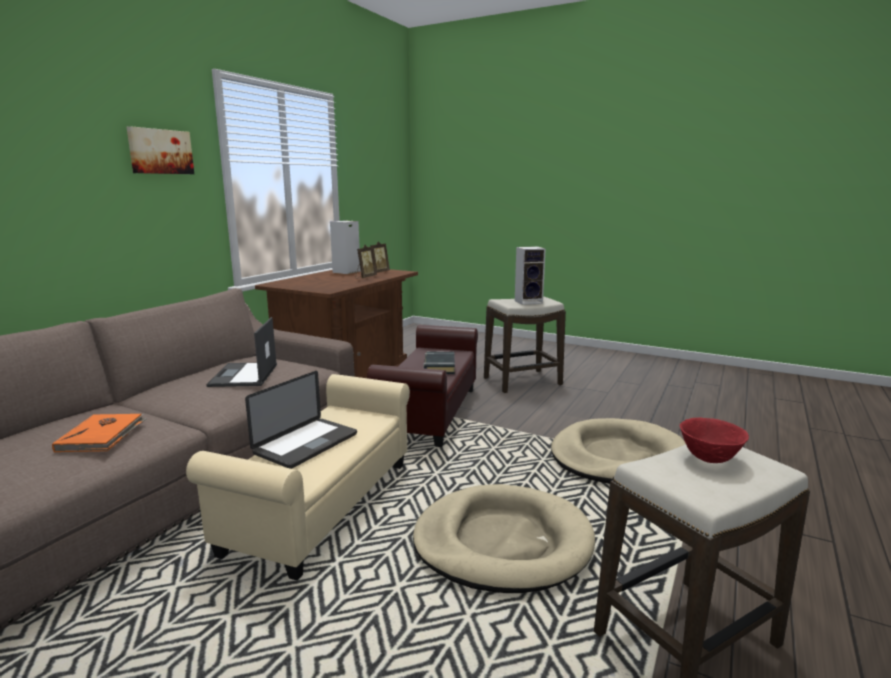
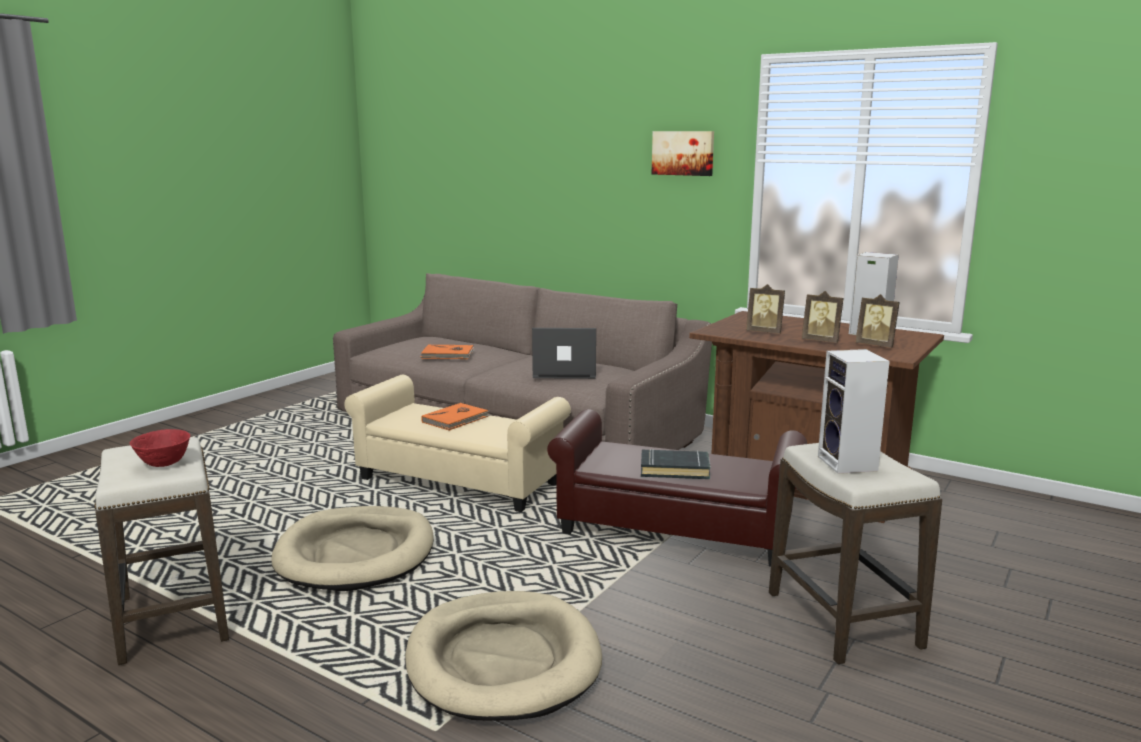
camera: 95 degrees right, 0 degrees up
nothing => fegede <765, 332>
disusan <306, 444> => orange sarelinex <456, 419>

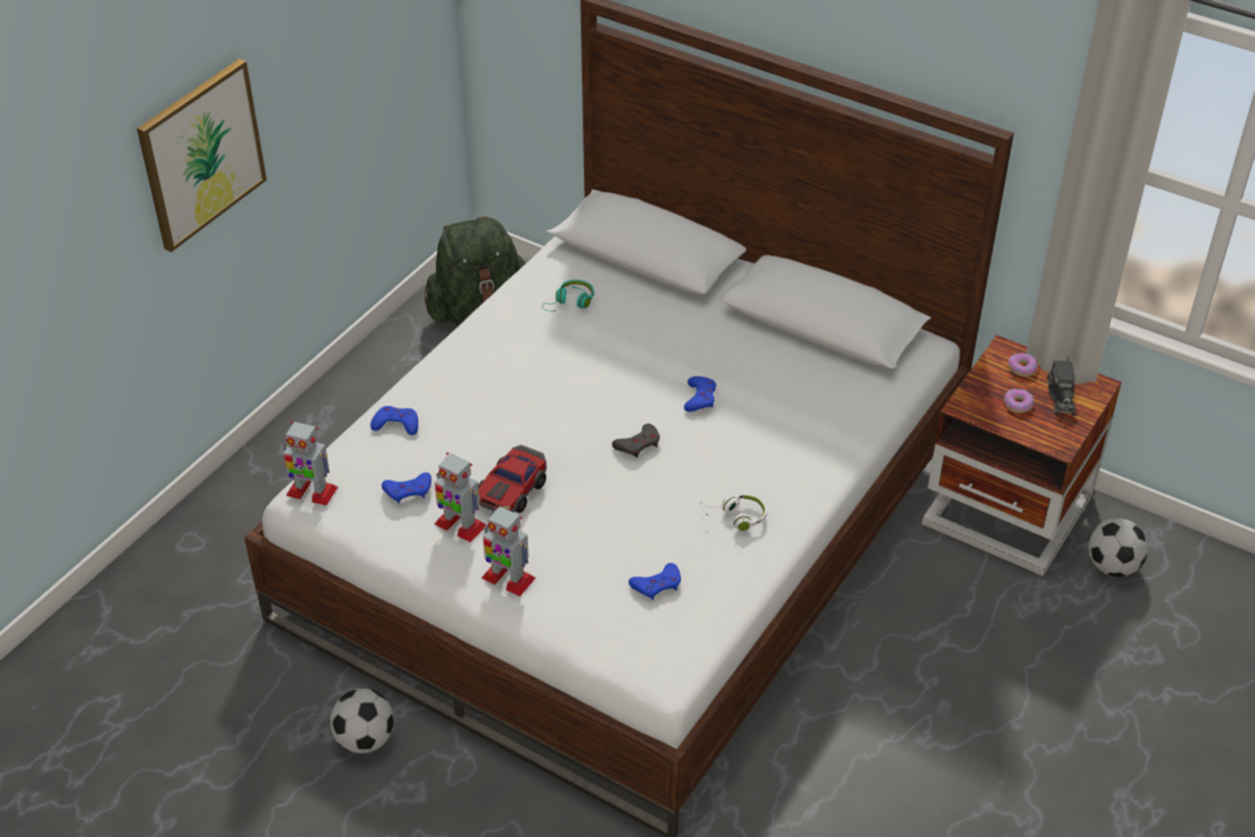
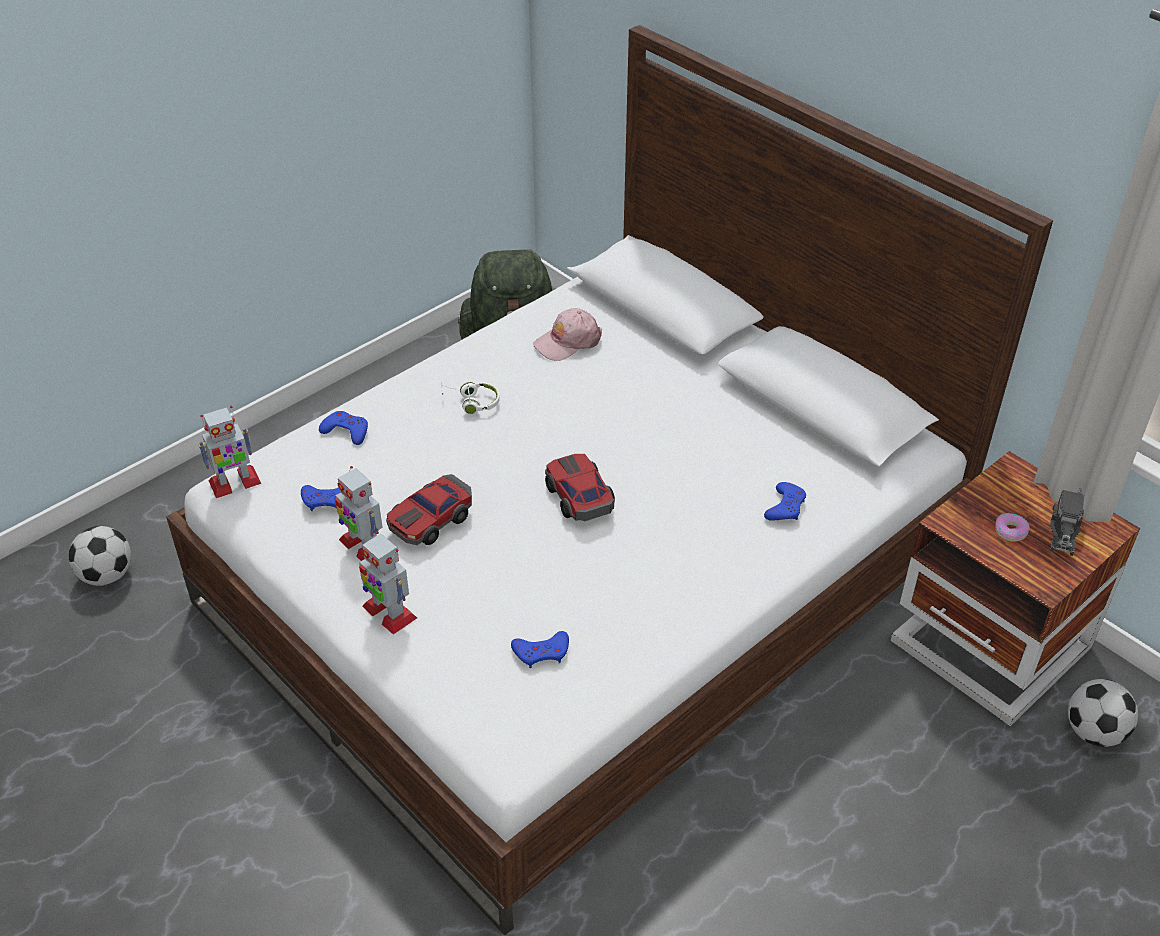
camera: 15 degrees right, 0 degrees up
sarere <201, 154> => nothing
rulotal <1022, 368> => nothing
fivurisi <365, 739> => fivurisi <107, 575>, shifted
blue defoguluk <700, 397> => blue defoguluk <785, 506>, shifted
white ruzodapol <736, 517> => white ruzodapol <471, 402>, shifted
turquoise ruzodapol <570, 303> => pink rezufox <568, 342>
grey defoguluk <638, 444> => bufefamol <579, 497>
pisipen <311, 491> => pisipen <234, 482>, 60 degrees counterclockwise

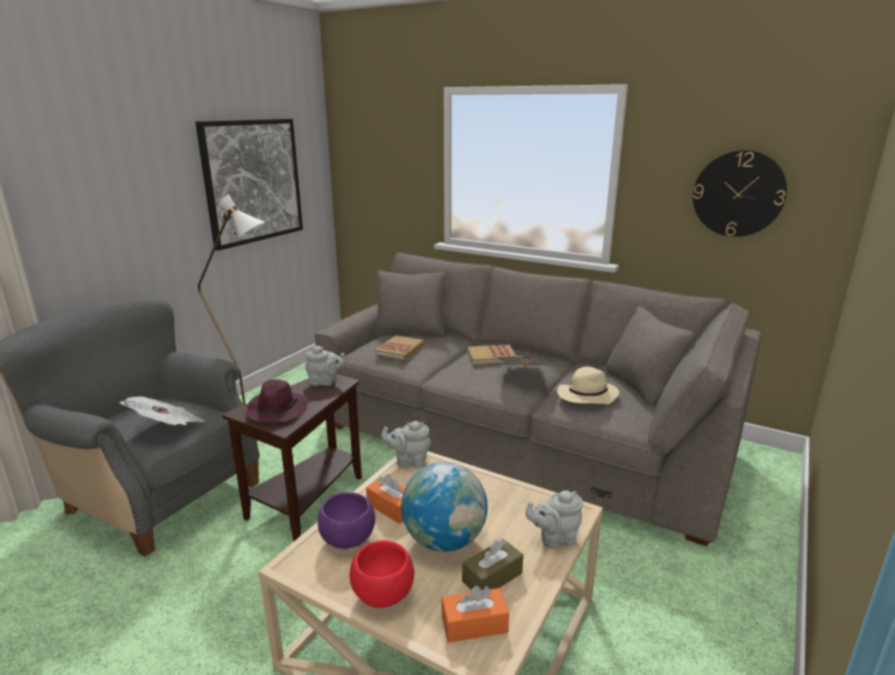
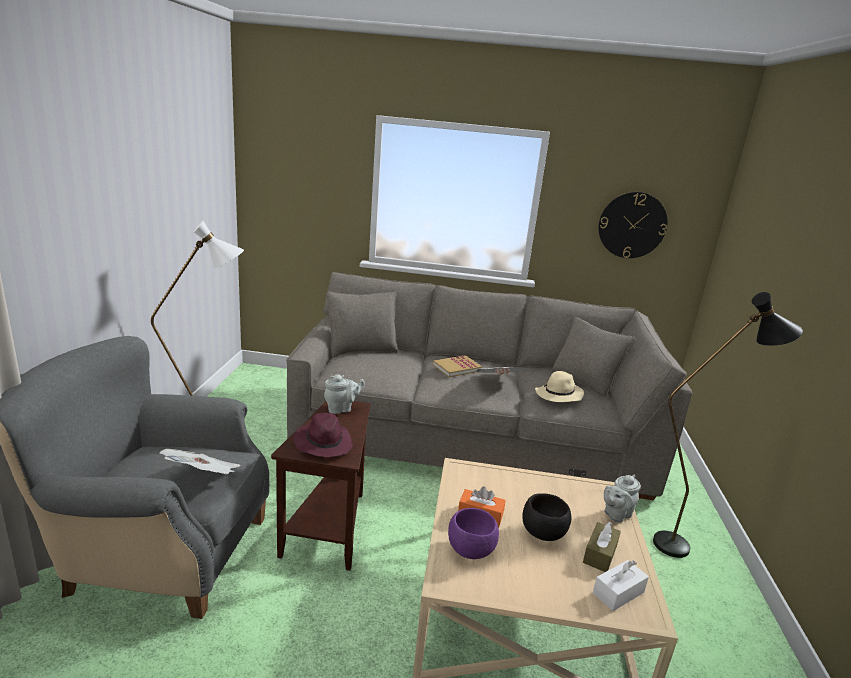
camera: 25 degrees left, 0 degrees up
sarere <253, 181> => nothing
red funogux <383, 595> => nothing
sarelinex <400, 349> => nothing
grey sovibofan <409, 461> => nothing
nothing => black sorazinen <683, 545>
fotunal <444, 540> => black funogux <543, 533>
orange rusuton <474, 624> => white rusuton <618, 593>

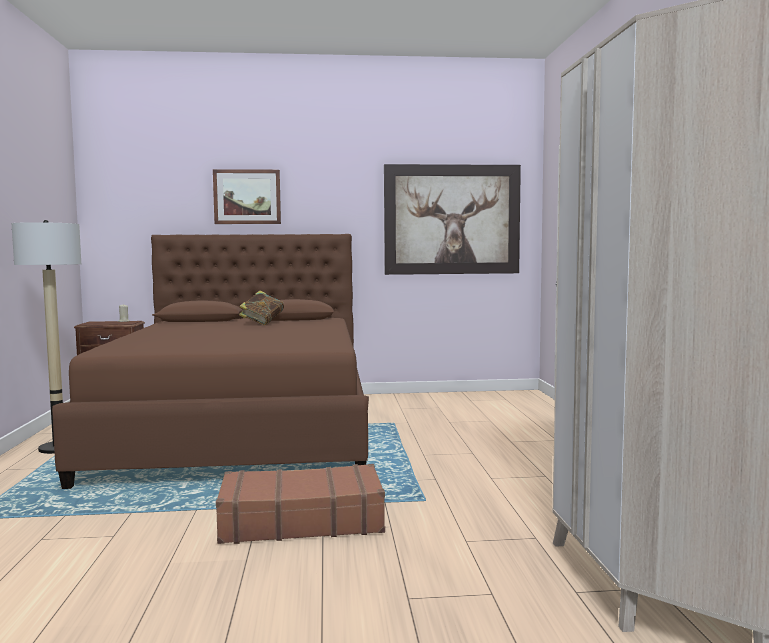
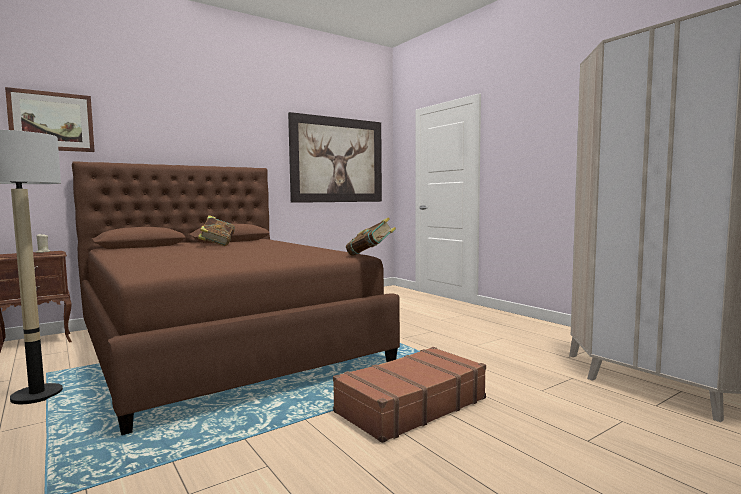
camera: 30 degrees left, 0 degrees up
nothing => sarelinex <370, 255>
sarere <247, 197> => sarere <52, 121>, shifted

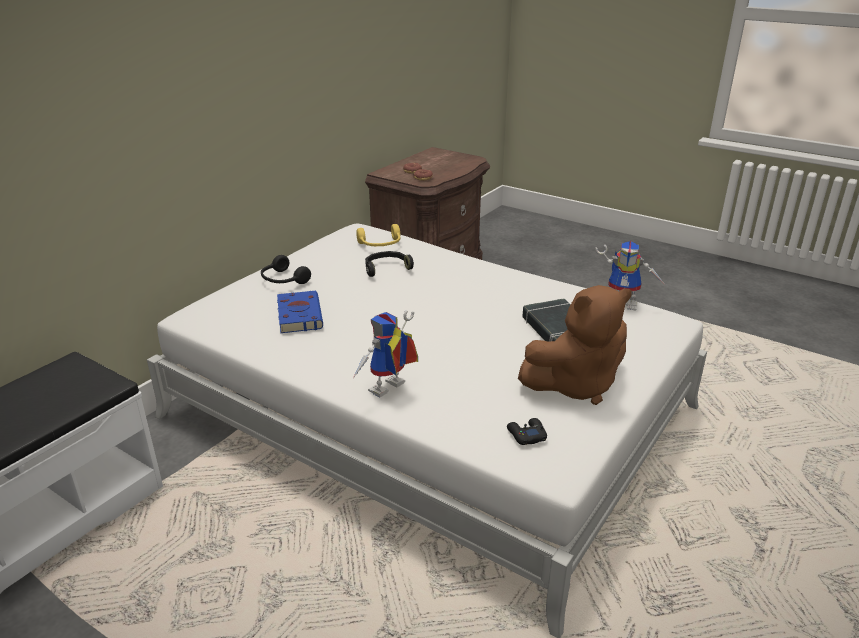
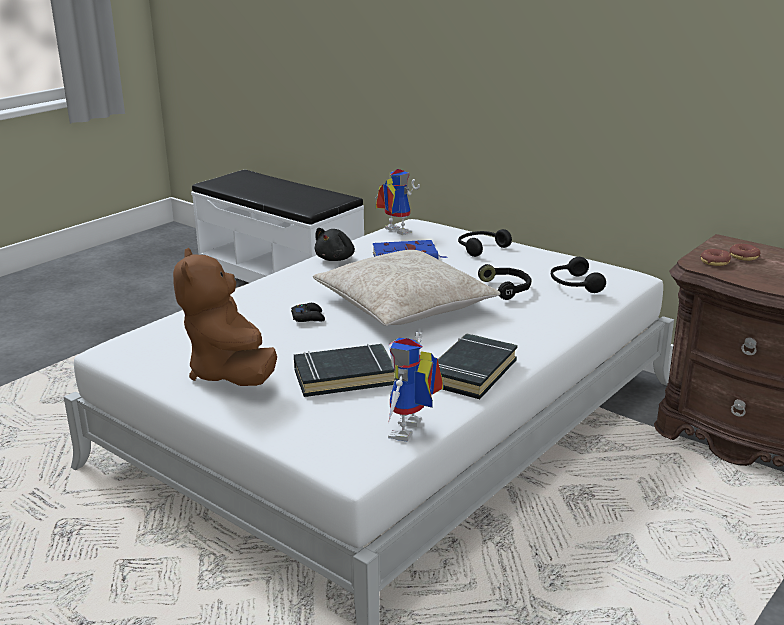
camera: 95 degrees right, 5 degrees down
nothing => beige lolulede <404, 305>
nothing => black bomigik <336, 259>
nothing => black sarelinex <471, 372>
pisipen <388, 391> => pisipen <393, 231>, shifted
black defoguluk <526, 435> => black defoguluk <308, 317>, shifted
yellow ruzodapol <380, 245> => black ruzodapol <573, 285>

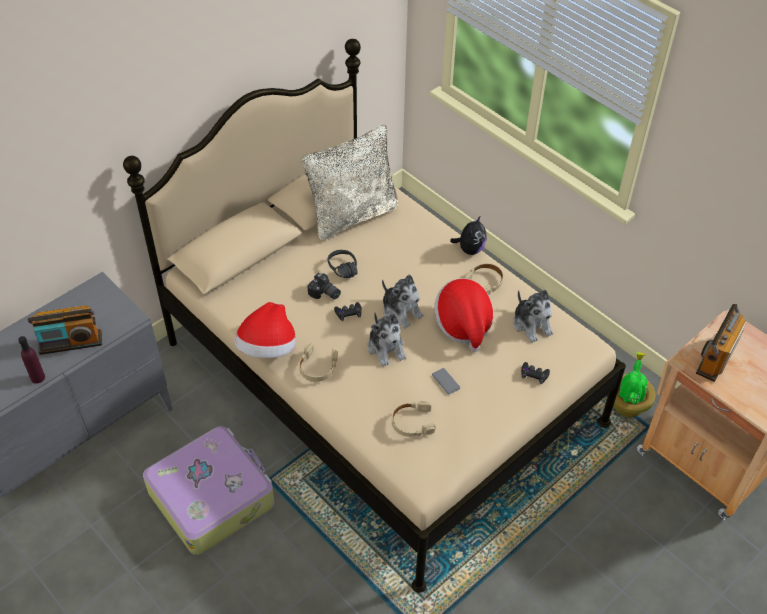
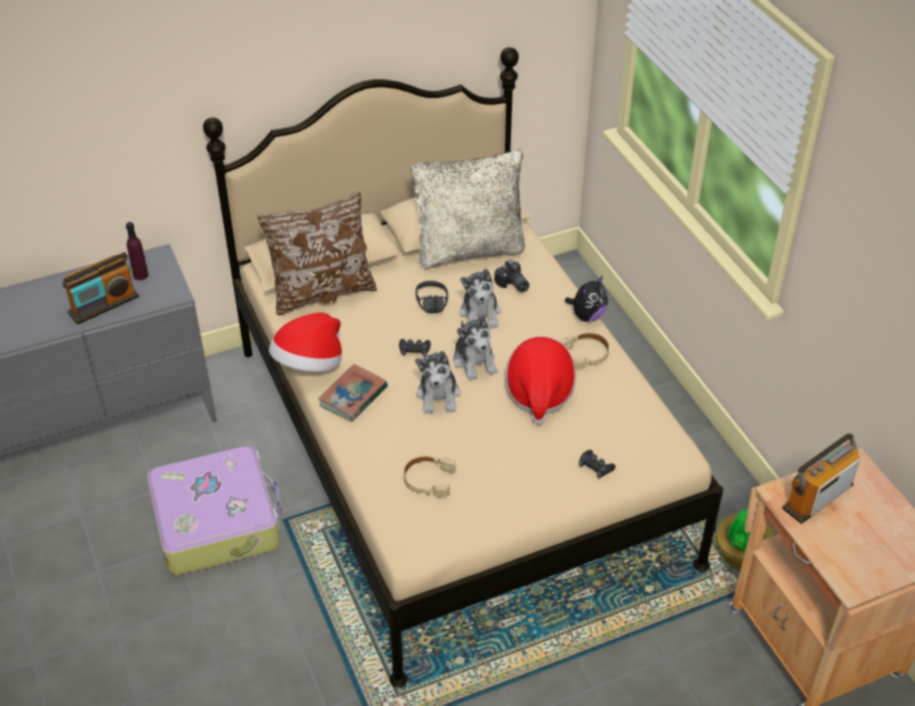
camera: 20 degrees right, 5 degrees down
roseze <446, 381> => nothing
nothing => brown lolulede <323, 294>
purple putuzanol <38, 377> => purple putuzanol <141, 275>, shifted
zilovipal <324, 294> => zilovipal <512, 285>, shifted
bomigik <531, 325> => bomigik <480, 314>, shifted
beige ruzodapol <317, 367> => sarelinex <353, 396>
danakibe <70, 343> => danakibe <104, 305>, 45 degrees counterclockwise

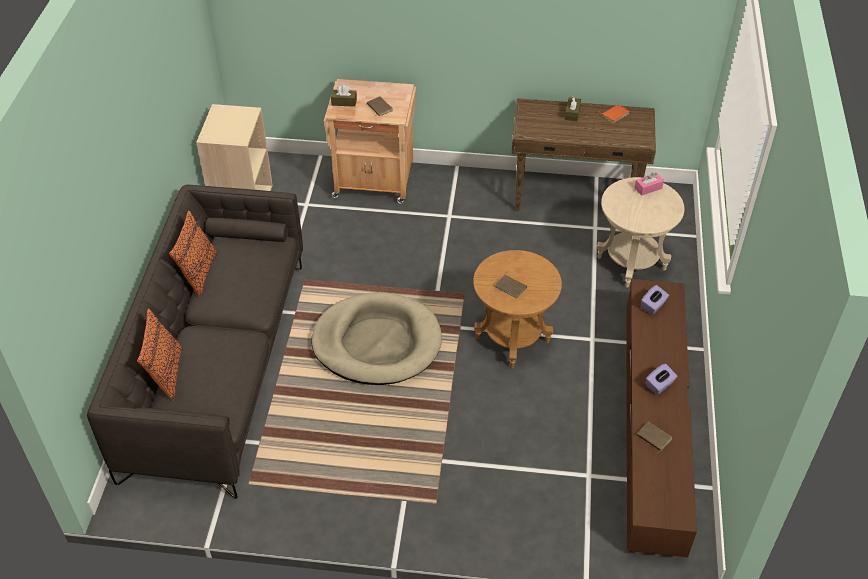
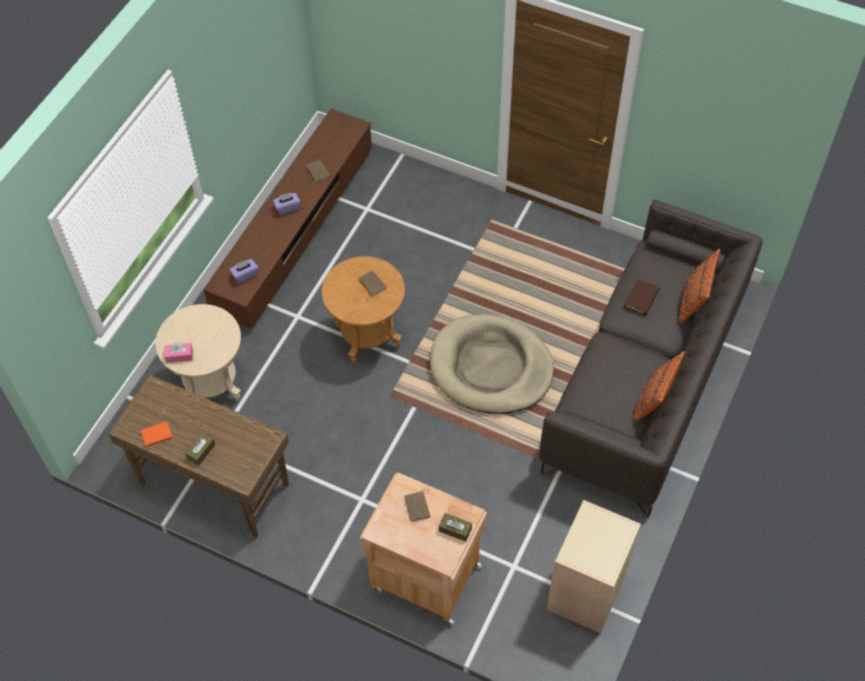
camera: 160 degrees left, 10 degrees up
nothing => brown sarelinex <641, 298>

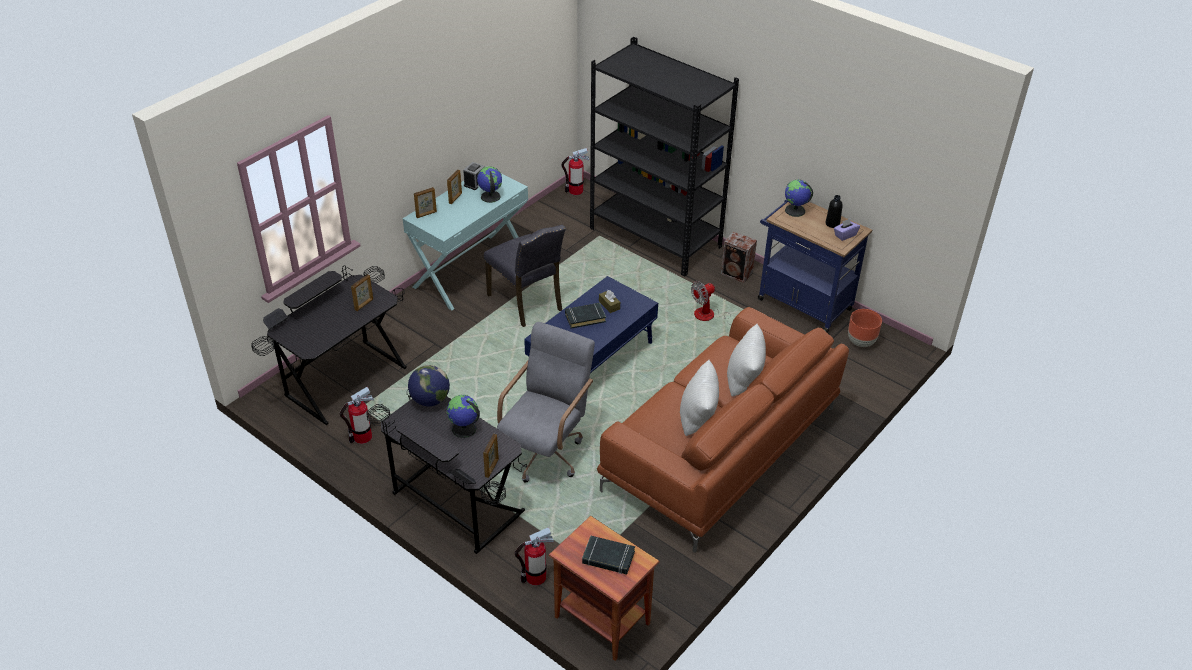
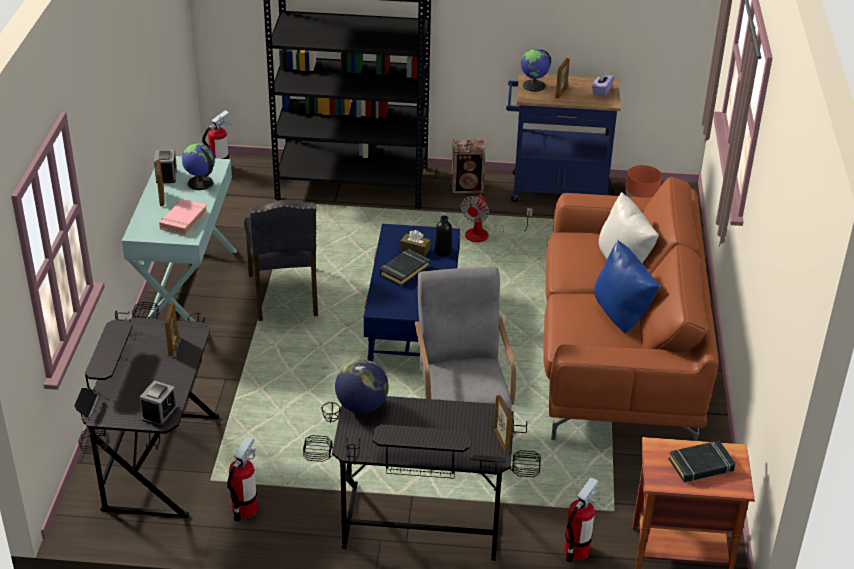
camera: 35 degrees left, 5 degrees down
fotunal <464, 429> => nothing
nothing => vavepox <160, 413>
nothing => pink sarelinex <183, 220>
fegede <426, 214> => fegede <561, 93>, shifted
black putuzanol <832, 224> => black putuzanol <443, 251>, shifted
white lolulede <698, 421> => blue lolulede <621, 316>
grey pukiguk <527, 303> => grey pukiguk <285, 296>, 60 degrees clockwise

